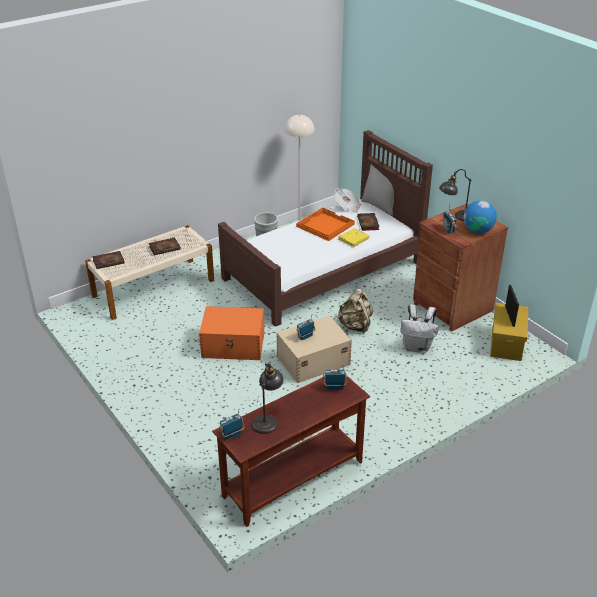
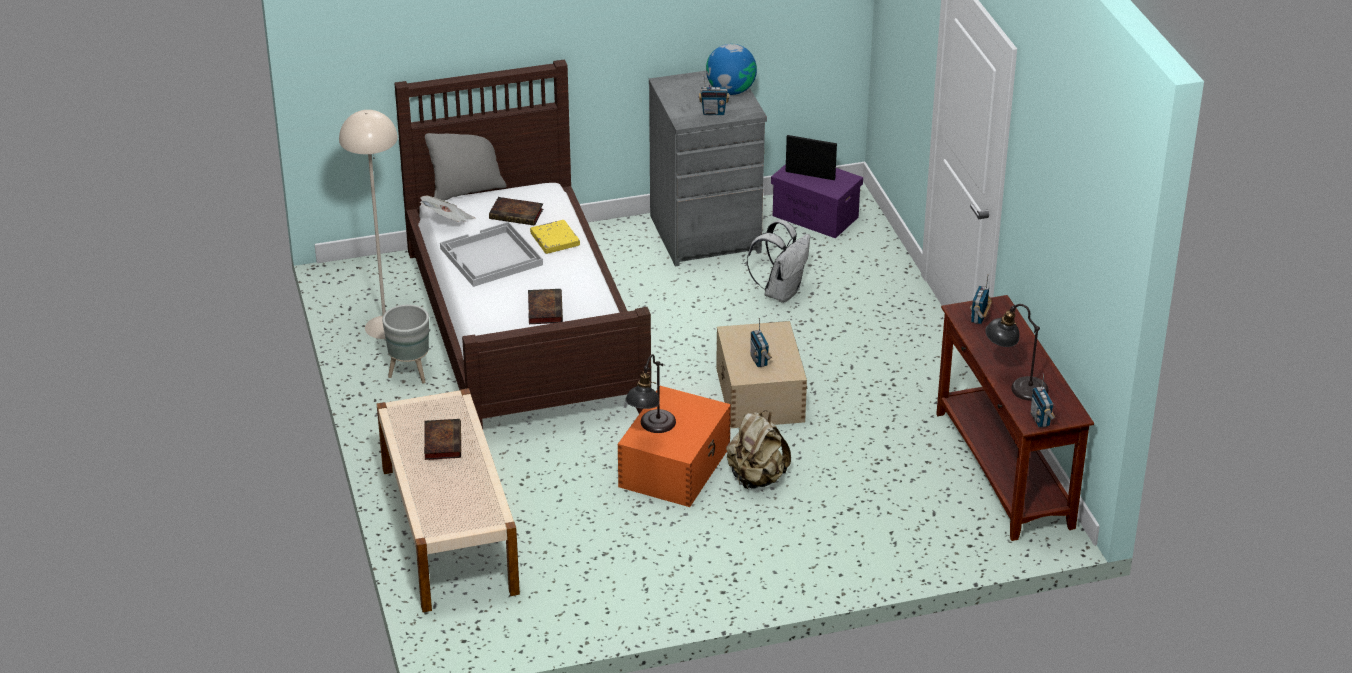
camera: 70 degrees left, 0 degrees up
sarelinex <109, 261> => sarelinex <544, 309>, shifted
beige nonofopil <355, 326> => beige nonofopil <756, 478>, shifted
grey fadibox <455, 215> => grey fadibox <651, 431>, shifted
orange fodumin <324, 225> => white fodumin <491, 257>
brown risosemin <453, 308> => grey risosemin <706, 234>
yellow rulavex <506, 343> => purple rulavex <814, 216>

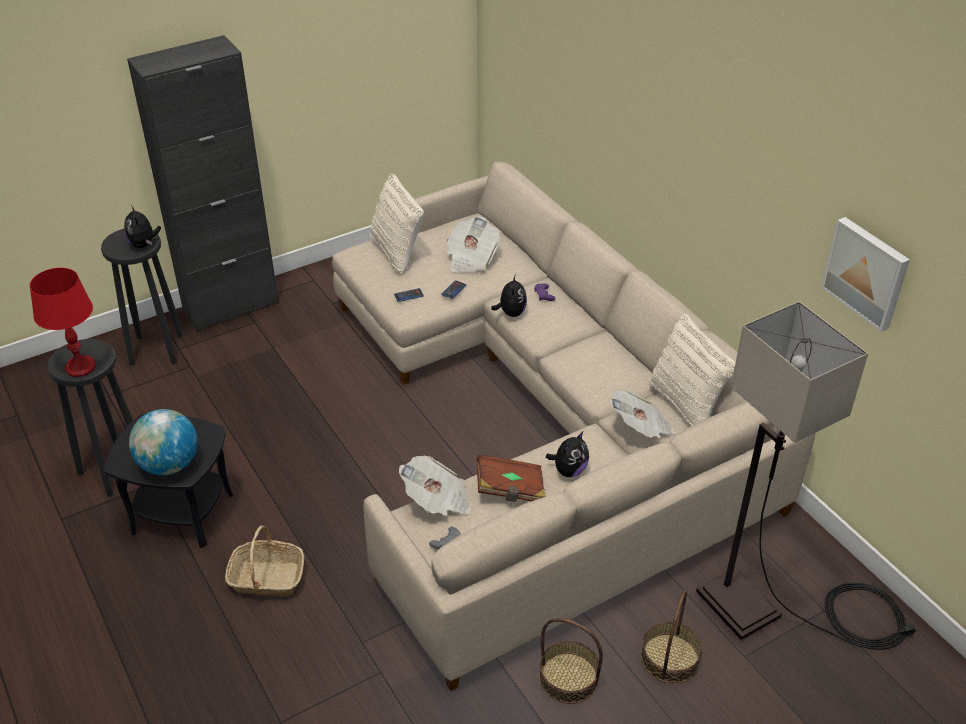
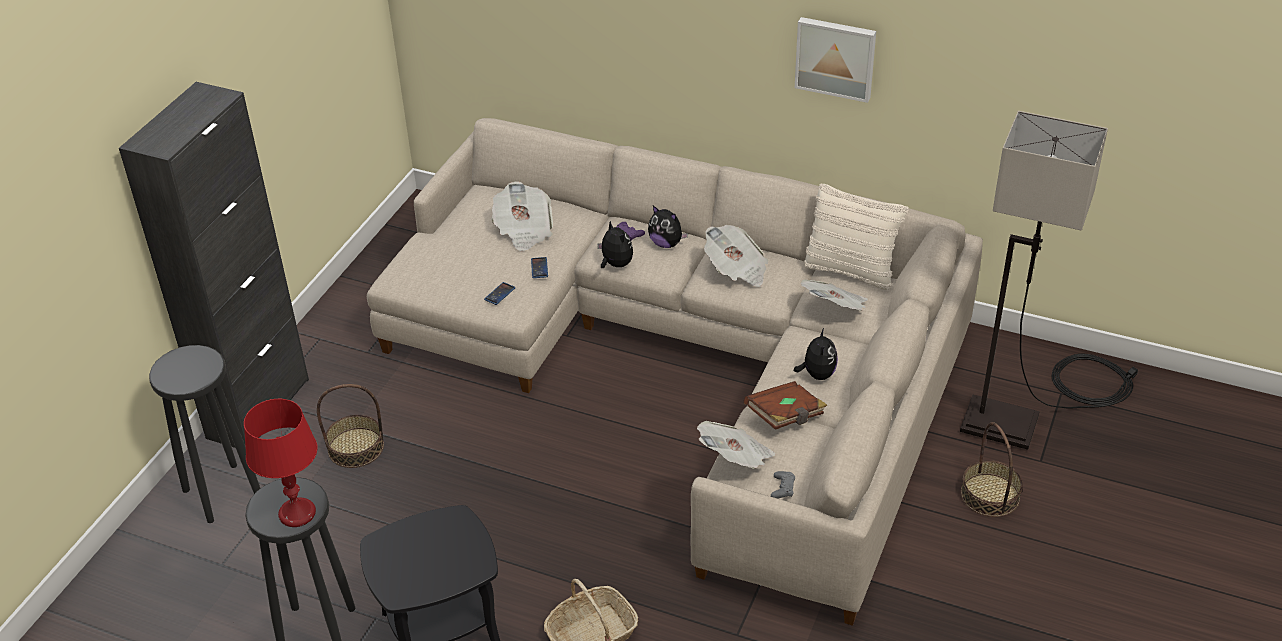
camera: 35 degrees left, 0 degrees up
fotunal <169, 465> => nothing
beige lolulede <398, 253> => nothing
nothing => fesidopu <736, 270>
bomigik <144, 244> => bomigik <666, 243>, shifted
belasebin <569, 677> => belasebin <356, 447>, shifted
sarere <867, 272> => sarere <835, 57>, shifted

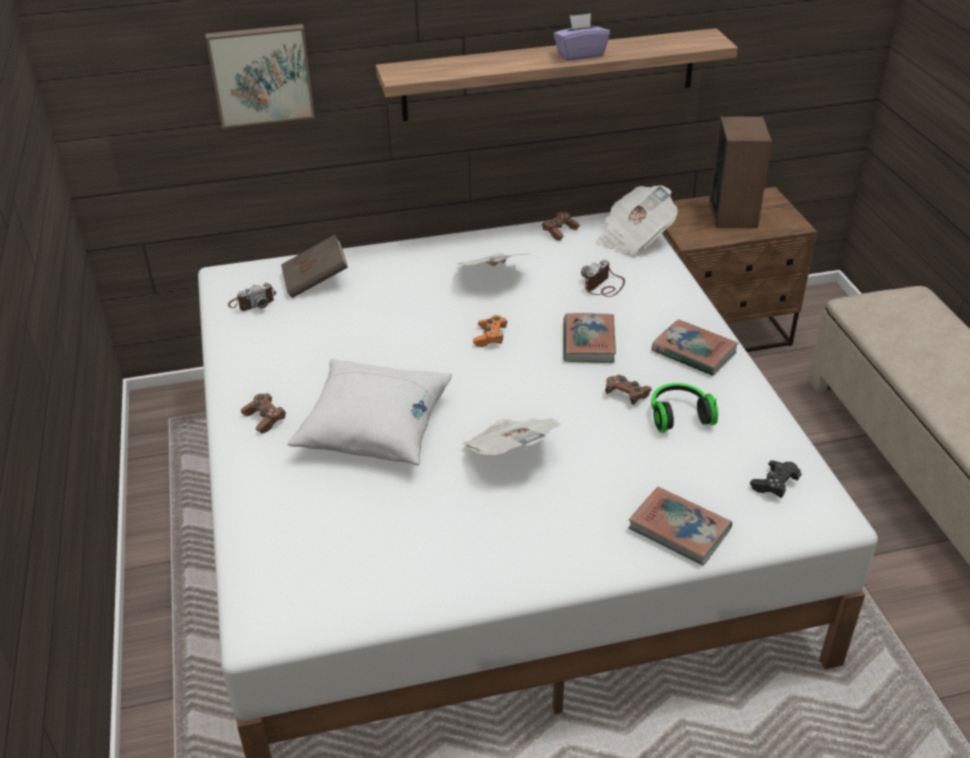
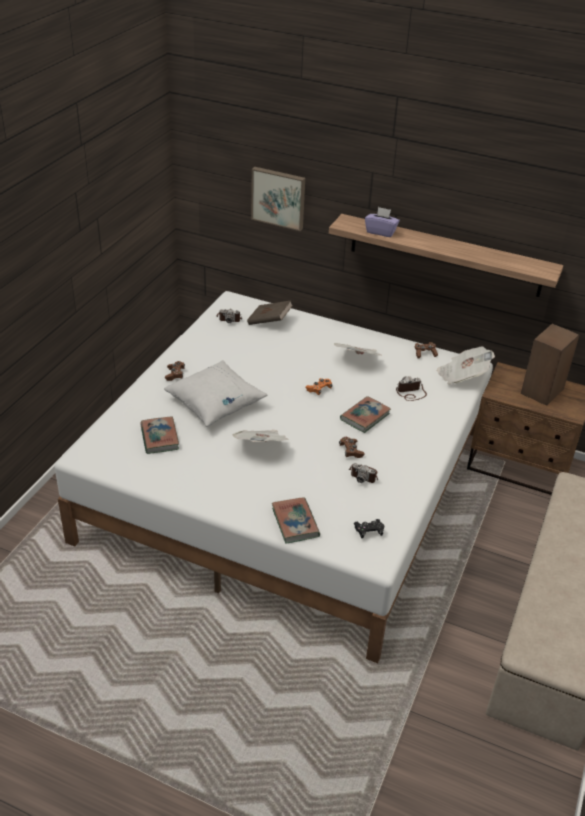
camera: 35 degrees right, 0 degrees up
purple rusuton <580, 54> => purple rusuton <381, 232>, shifted
sarelinex <693, 352> => sarelinex <159, 438>, shifted
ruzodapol <679, 416> => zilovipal <364, 475>

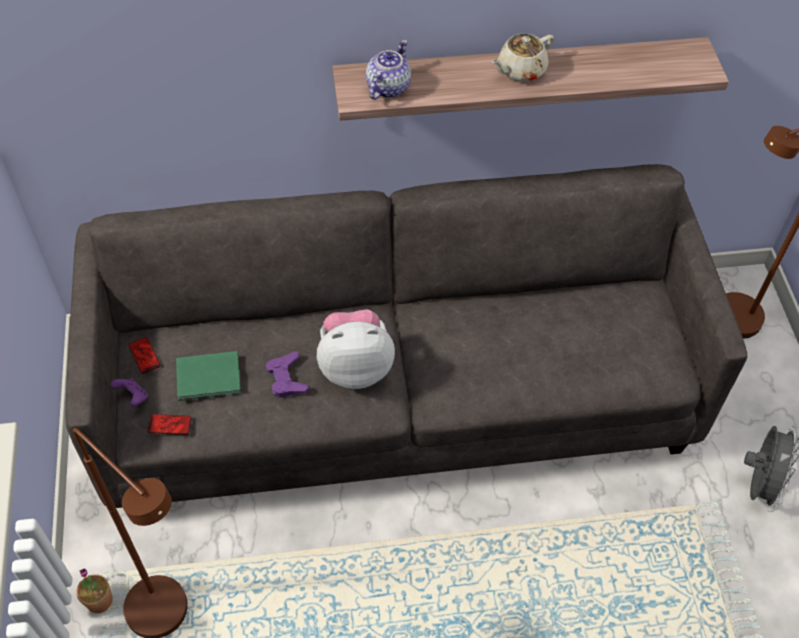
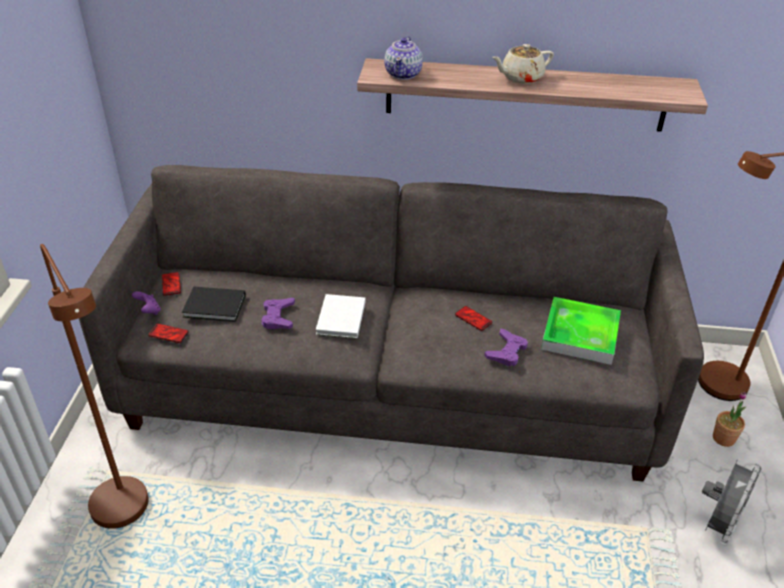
camera: 15 degrees right, 15 degrees down
nothing => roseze <473, 319>
nothing => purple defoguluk <506, 351>
nothing => fodumin <580, 334>
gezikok <99, 601> => gezikok <723, 438>, shifted
bomigik <355, 366> => white sarelinex <340, 319>
green sarelinex <210, 378> => black sarelinex <216, 307>
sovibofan <387, 87> => sovibofan <403, 74>, 150 degrees clockwise

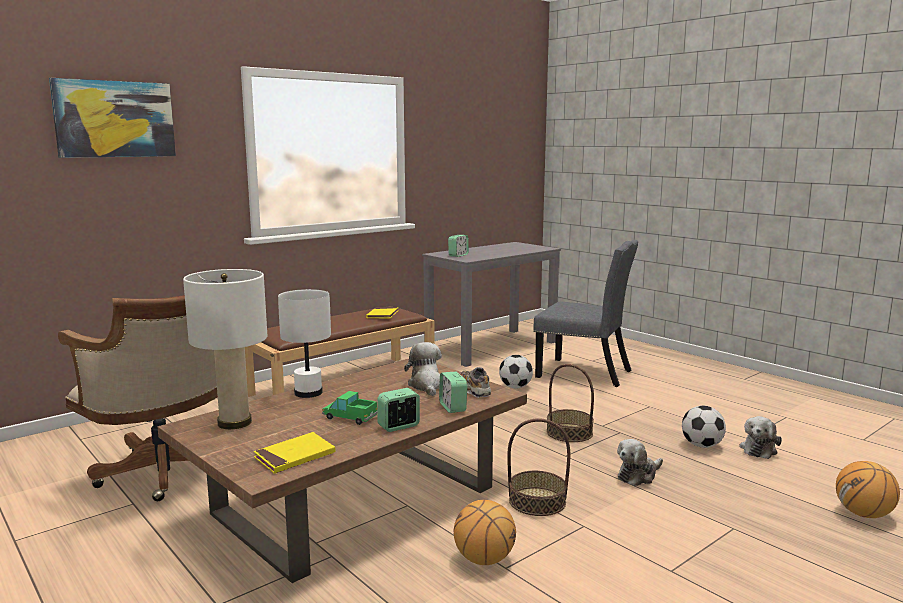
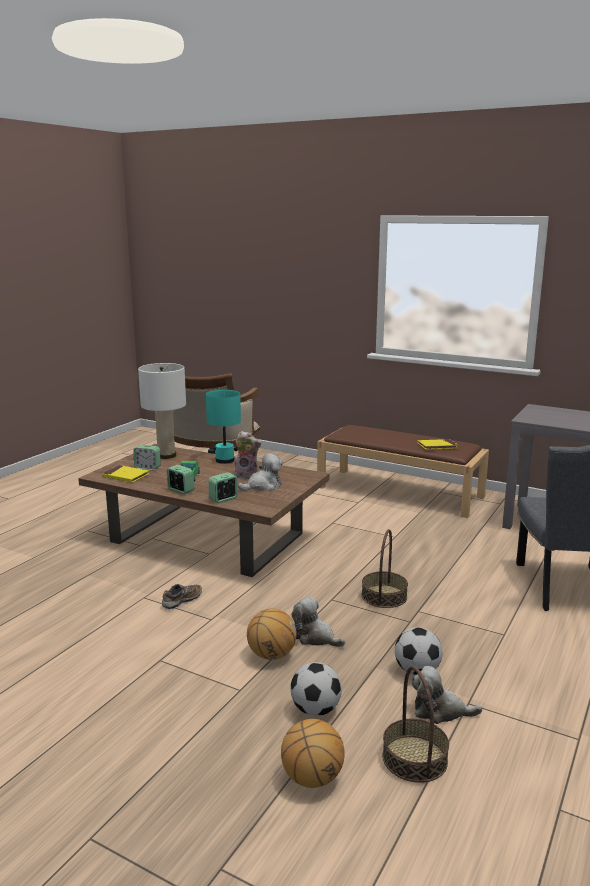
camera: 70 degrees right, 5 degrees up
sarere <115, 119> => nothing
nothing => bomigik <247, 475>
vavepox <458, 255> => vavepox <147, 468>, shifted
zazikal <484, 560> => zazikal <271, 655>, shifted
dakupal <473, 390> => dakupal <182, 601>, shifted
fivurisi <515, 387> => fivurisi <315, 710>, shifted
belasebin <537, 501> => belasebin <414, 758>, shifted
white fadibox <308, 393> => turquoise fadibox <224, 460>

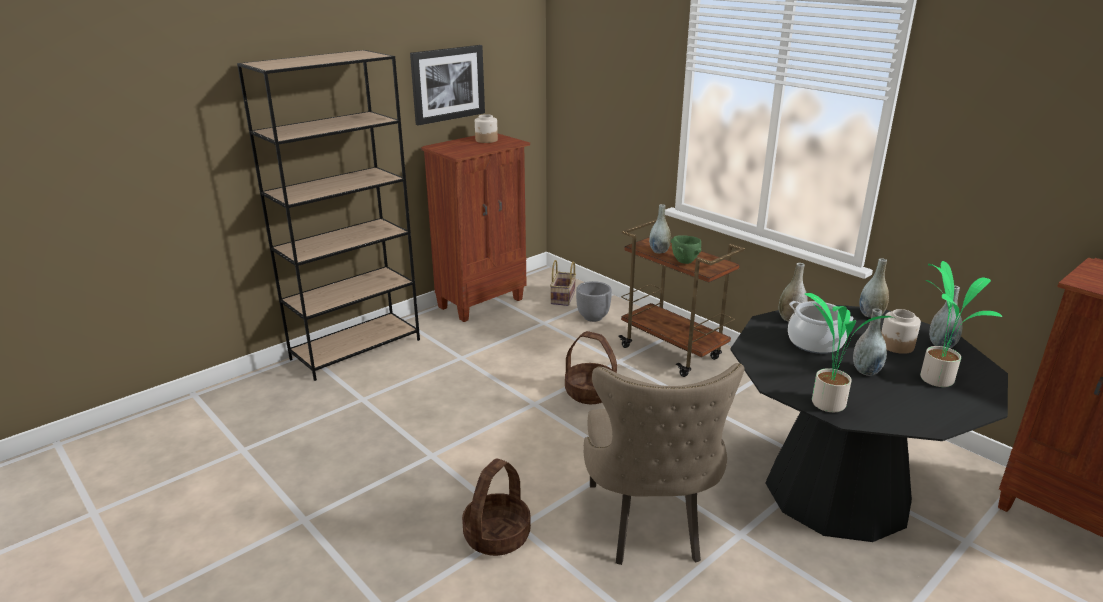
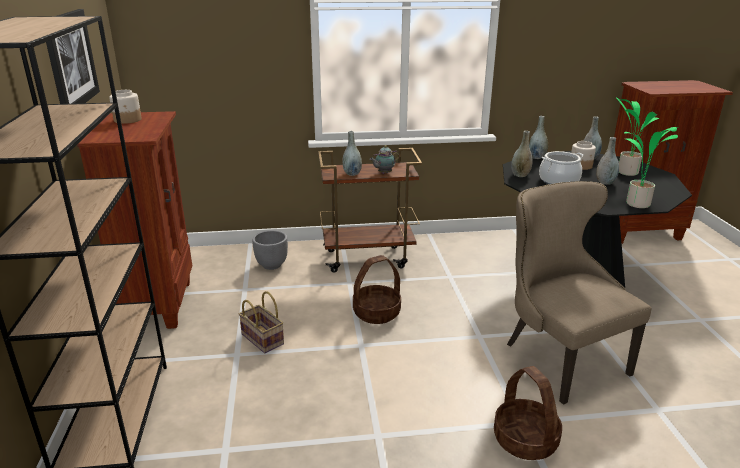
camera: 55 degrees left, 0 degrees up
belasebin <563, 298> => belasebin <264, 339>, shifted
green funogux <685, 262> => sovibofan <384, 173>
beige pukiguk <649, 524> => beige pukiguk <559, 358>, 150 degrees counterclockwise

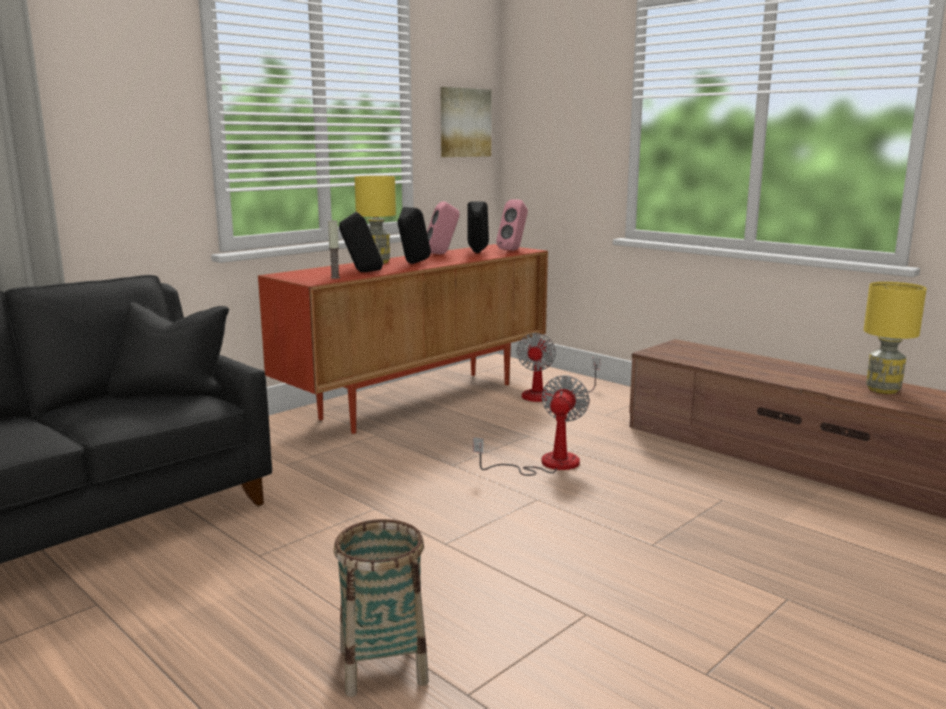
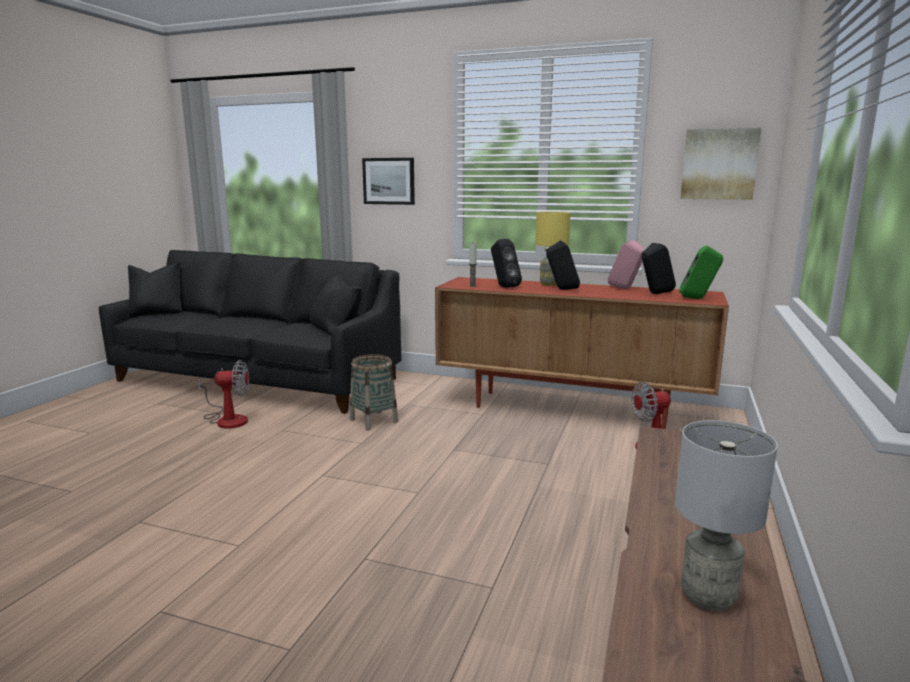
camera: 65 degrees right, 0 degrees up
nothing => sarere <389, 181>
belasebin <382, 665> => belasebin <373, 420>, shifted
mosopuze <546, 464> => mosopuze <227, 419>, shifted
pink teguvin <514, 250> => green teguvin <698, 298>
yellow fadibox <883, 390> => grey fadibox <709, 597>

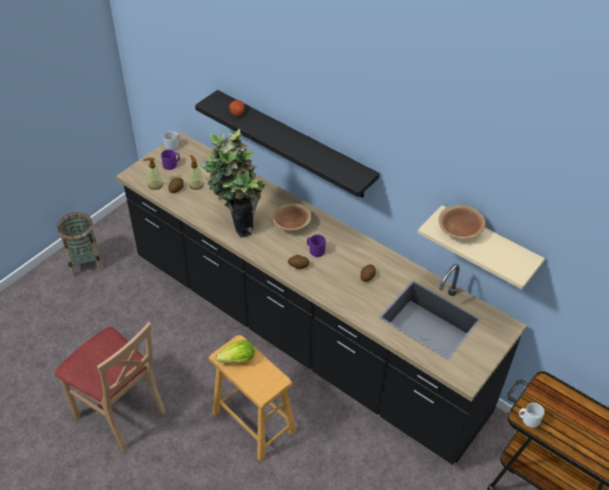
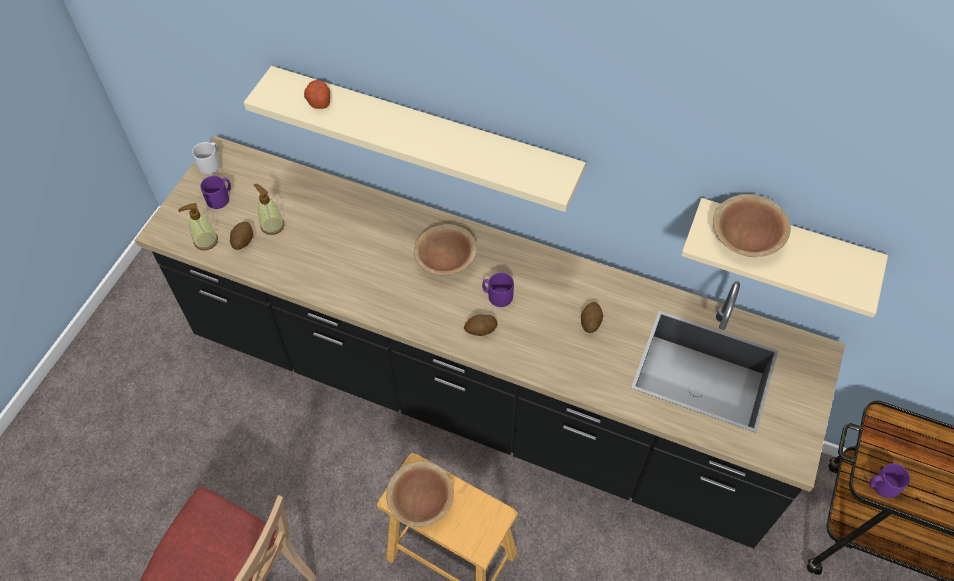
camera: 15 degrees left, 10 degrees up
belasebin <85, 262> => nothing
gezikok <237, 222> => nothing
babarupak <235, 360> => brown funogux <421, 500>
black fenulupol <294, 144> => beige fenulupol <424, 135>
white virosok <528, 419> => purple virosok <882, 486>

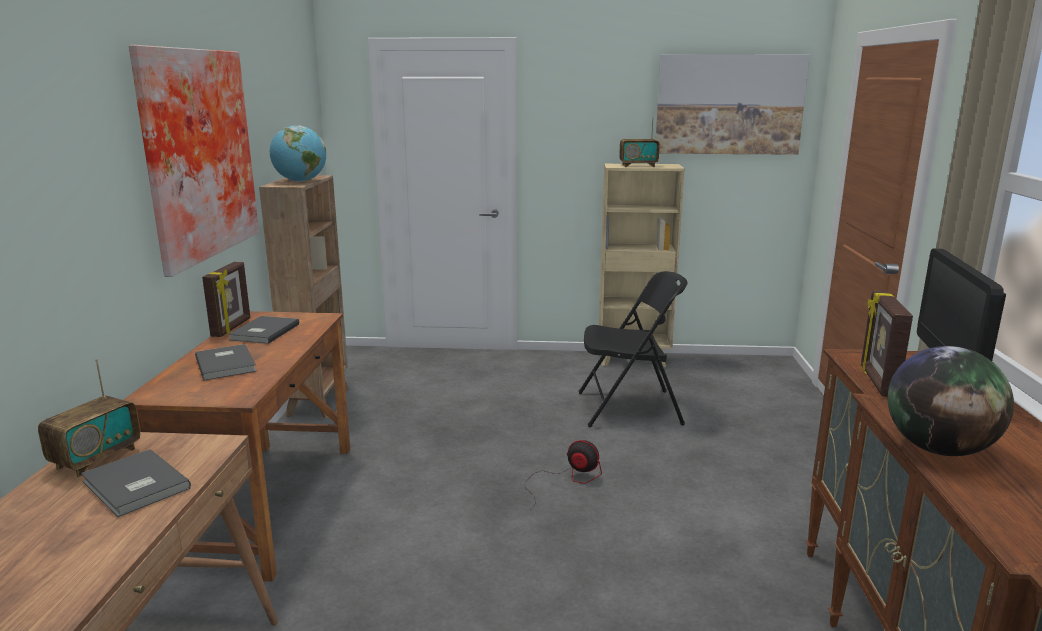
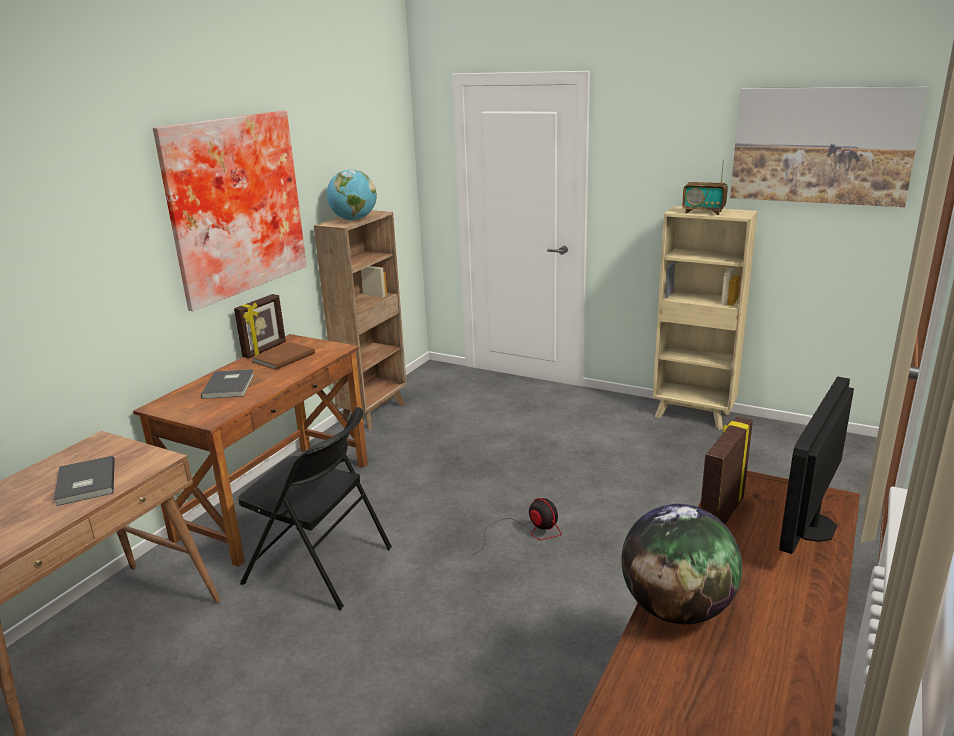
camera: 25 degrees right, 5 degrees up
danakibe <96, 458> => nothing
black pukiguk <629, 408> => black pukiguk <318, 566>, shifted
grey sarelinex <263, 332> => brown sarelinex <282, 358>

